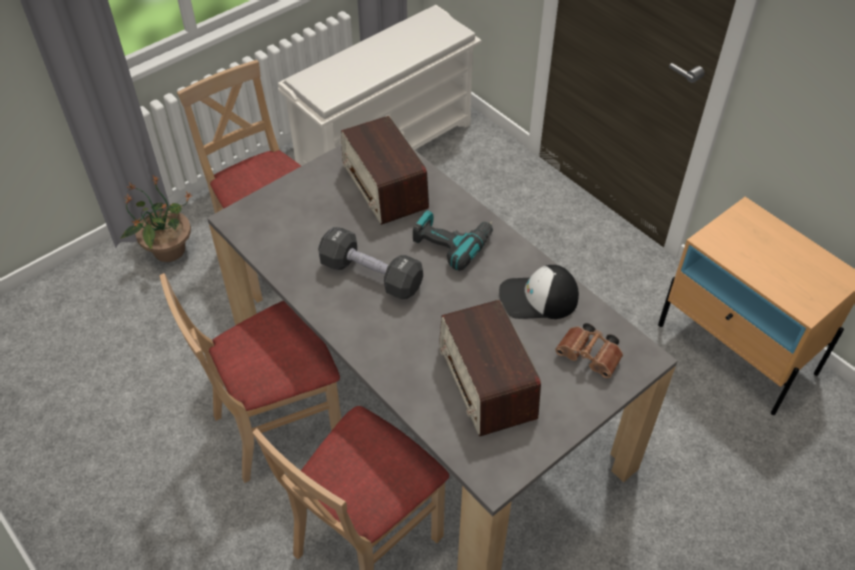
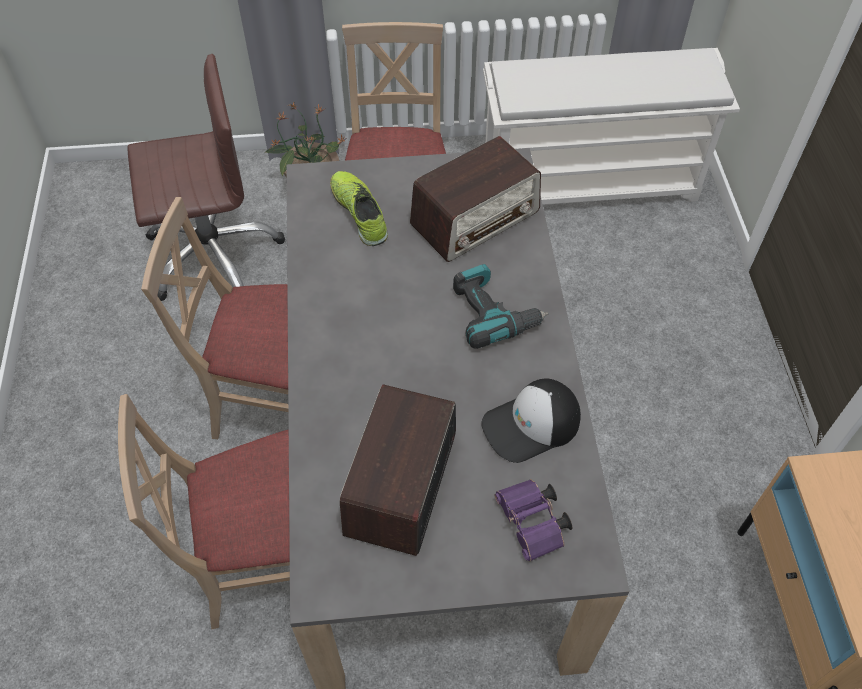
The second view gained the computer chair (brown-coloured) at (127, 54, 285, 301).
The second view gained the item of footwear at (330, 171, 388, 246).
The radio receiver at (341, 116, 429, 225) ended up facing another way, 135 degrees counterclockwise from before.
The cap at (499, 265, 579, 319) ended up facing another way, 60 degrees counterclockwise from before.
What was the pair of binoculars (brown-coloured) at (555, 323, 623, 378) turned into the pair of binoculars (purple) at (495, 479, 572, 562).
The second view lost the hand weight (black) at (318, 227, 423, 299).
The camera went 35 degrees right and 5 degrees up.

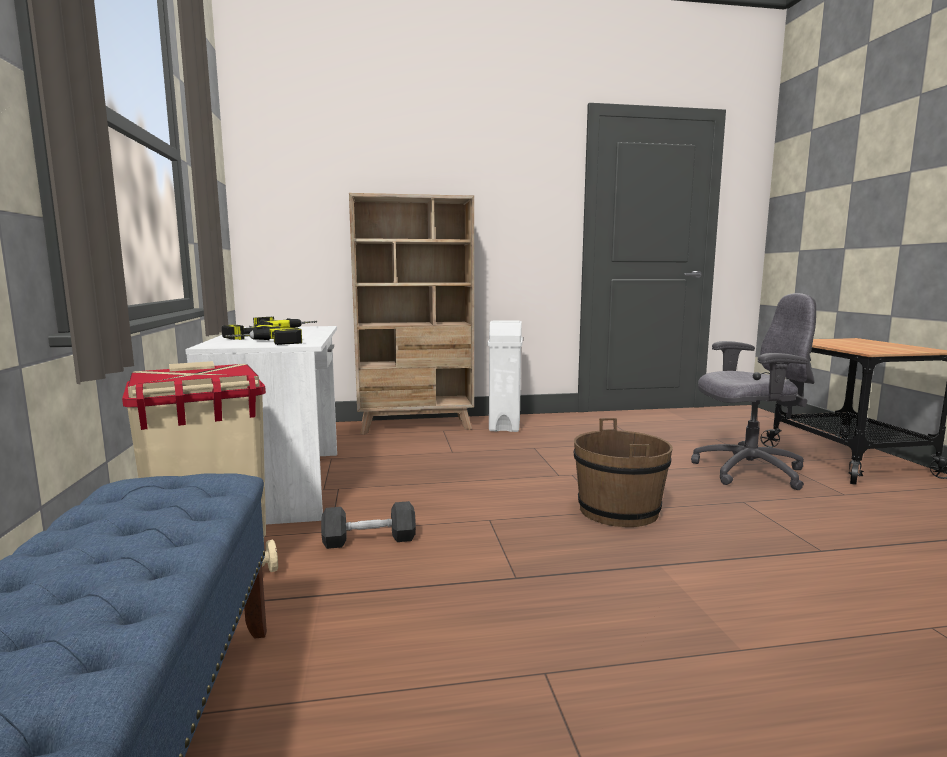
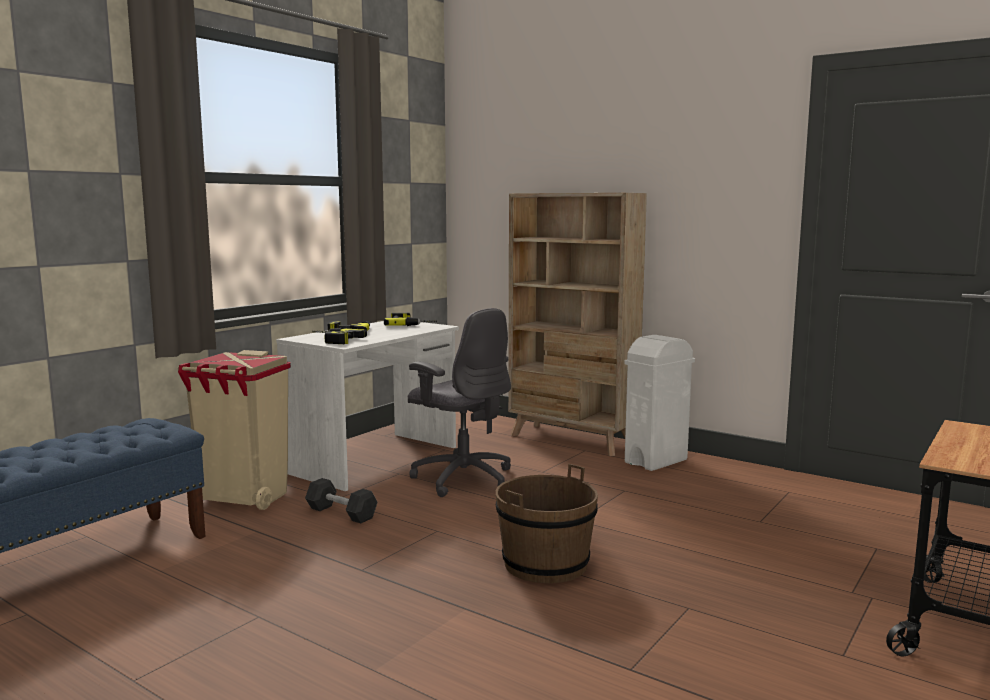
The computer chair (grey) ended up elsewhere, having gone from (691, 293, 816, 490) to (408, 308, 511, 497).
The camera went 45 degrees right and 0 degrees up.

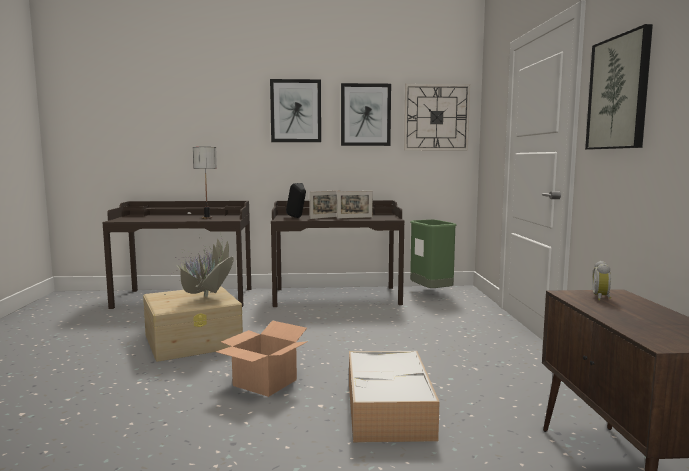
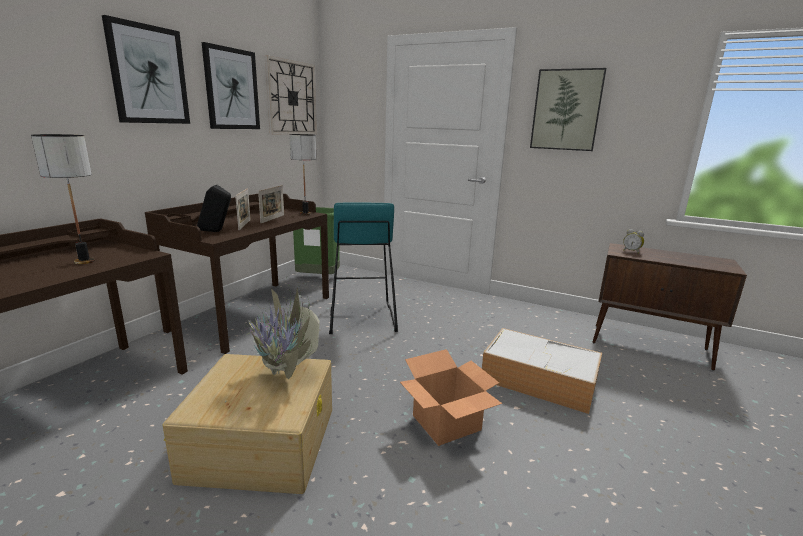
The second view gained the table lamp at (289, 134, 316, 215).
The second view gained the sitting stool (turquoise) at (329, 202, 398, 334).
The camera went 60 degrees left and 10 degrees up.

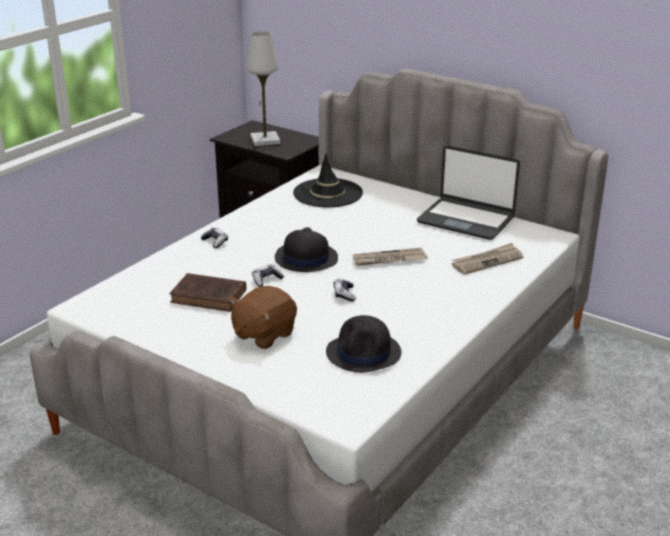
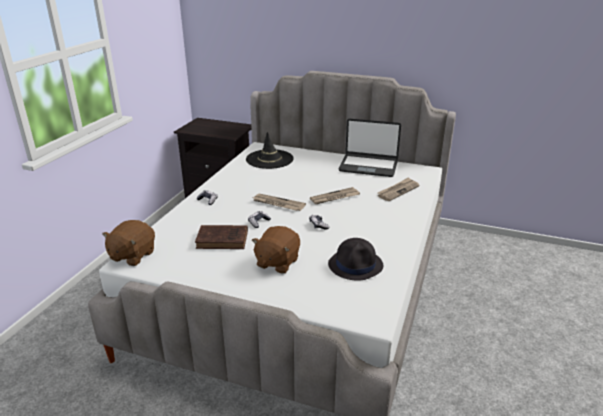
The second view gained the plush toy (brown-coloured) at (102, 220, 155, 266).
Where the hat (black) stood at (275, 227, 338, 272), the printed paper came to stand at (253, 194, 306, 211).
The second view lost the table lamp (whitish) at (247, 31, 280, 146).
The camera went 15 degrees left and 0 degrees up.

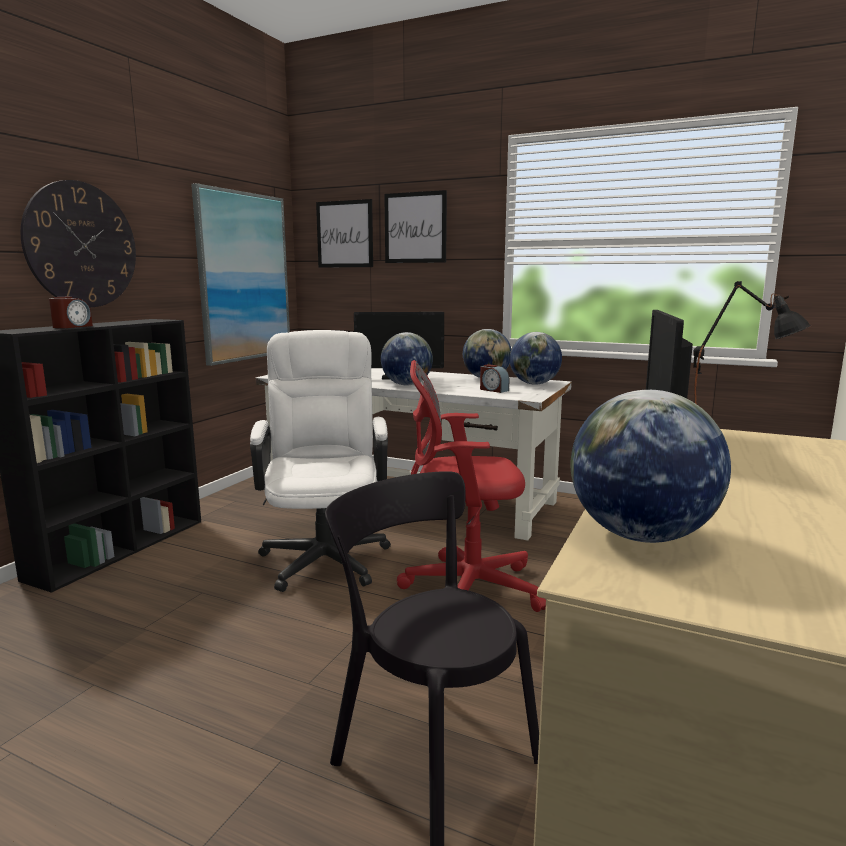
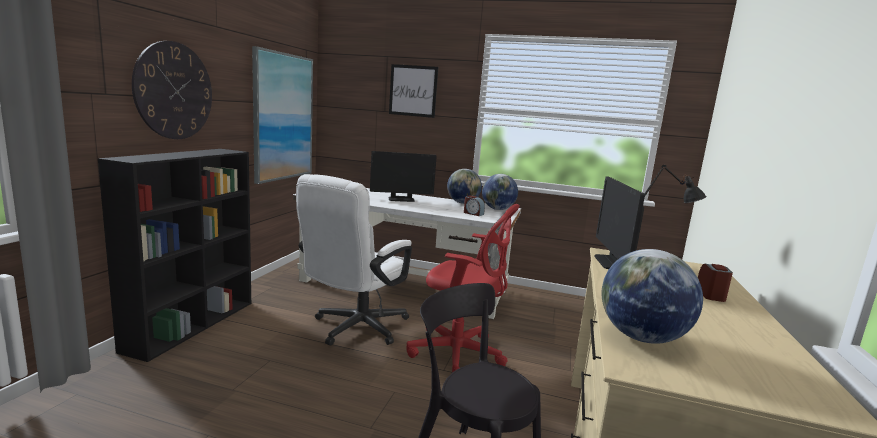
The computer chair (whitish) at (250, 330, 391, 592) ended up facing another way, 135 degrees counterclockwise from before.
The computer chair (red) at (397, 360, 546, 612) ended up facing another way, 150 degrees counterclockwise from before.
The alarm clock ended up elsewhere, having gone from (49, 297, 93, 328) to (698, 264, 733, 302).
The second view lost the wall picture at (316, 199, 373, 267).
The second view lost the desk globe at (381, 332, 433, 385).
The camera went 10 degrees left and 0 degrees up.

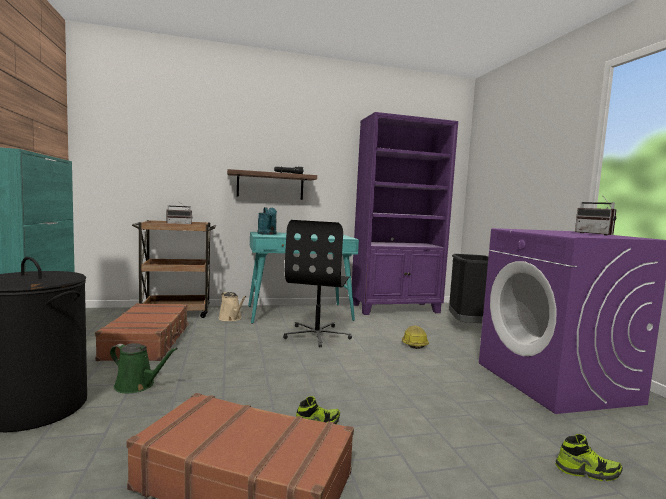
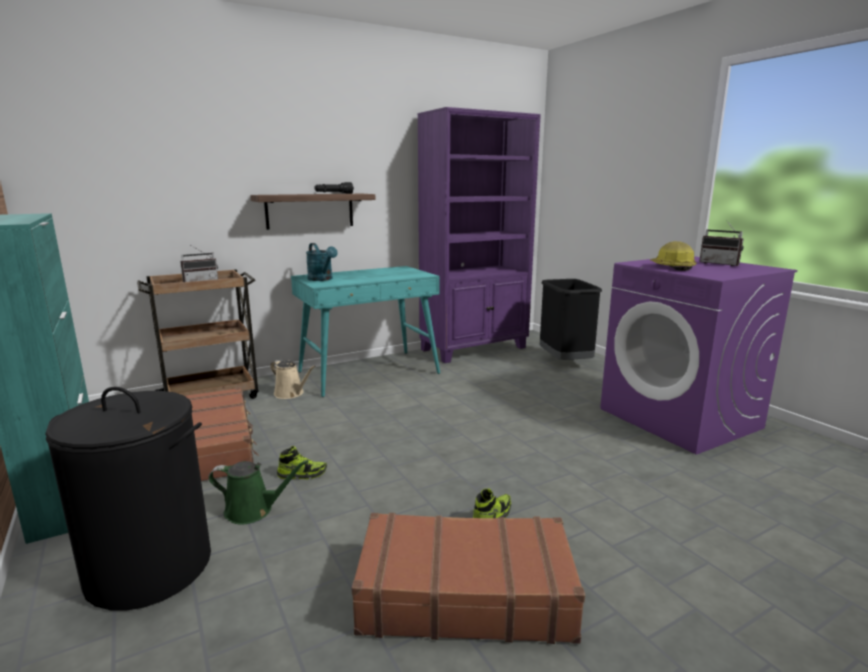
The item of footwear ended up elsewhere, having gone from (556, 434, 623, 481) to (277, 446, 327, 479).
The hard hat ended up elsewhere, having gone from (402, 326, 429, 349) to (650, 241, 696, 271).
The second view lost the computer chair (black) at (283, 220, 352, 348).
The camera went 15 degrees left and 10 degrees up.

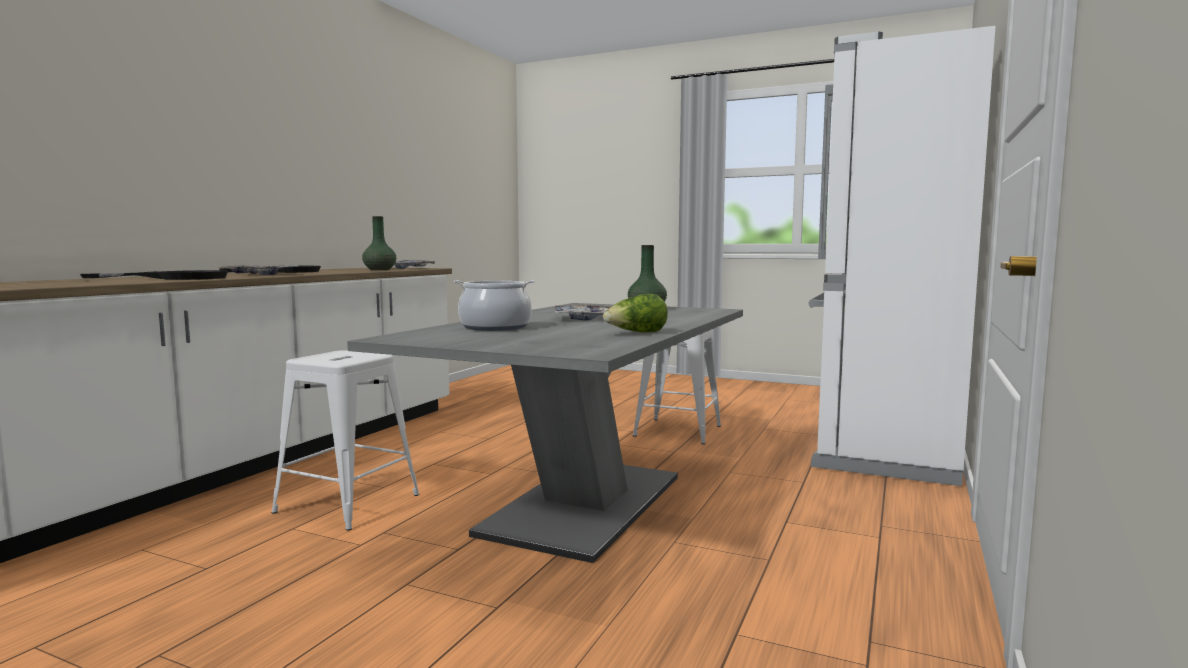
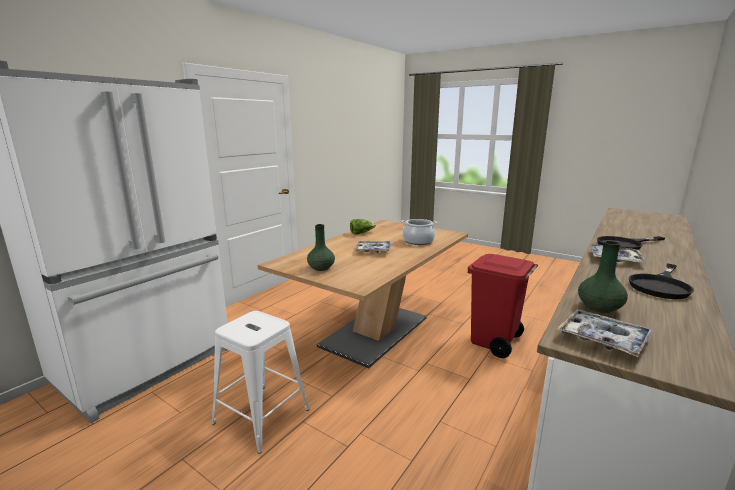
What was the dinner table (grey) at (347, 303, 743, 563) turned into the dinner table (brown-coloured) at (257, 220, 468, 368).
Where the sitting stool (whitish) stood at (271, 350, 419, 531), the trash can (red) came to stand at (468, 254, 538, 358).
The camera went 170 degrees left and 10 degrees up.

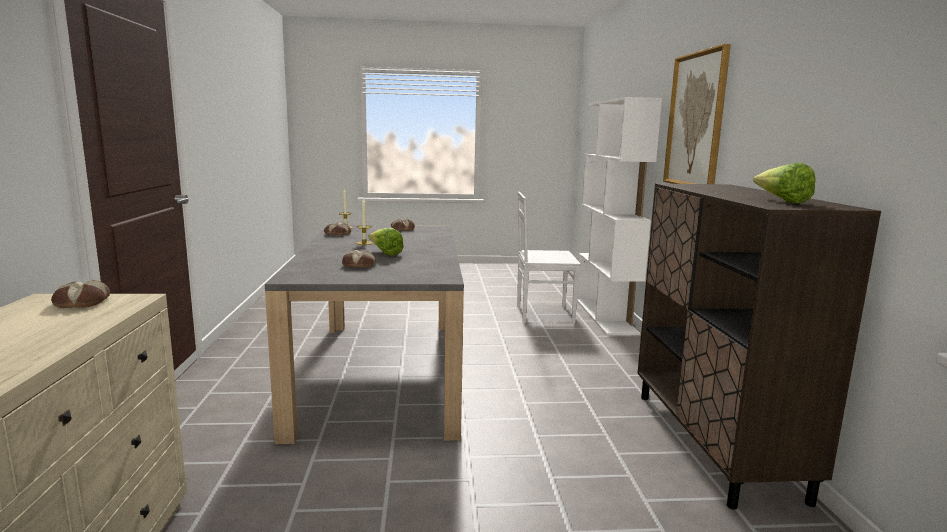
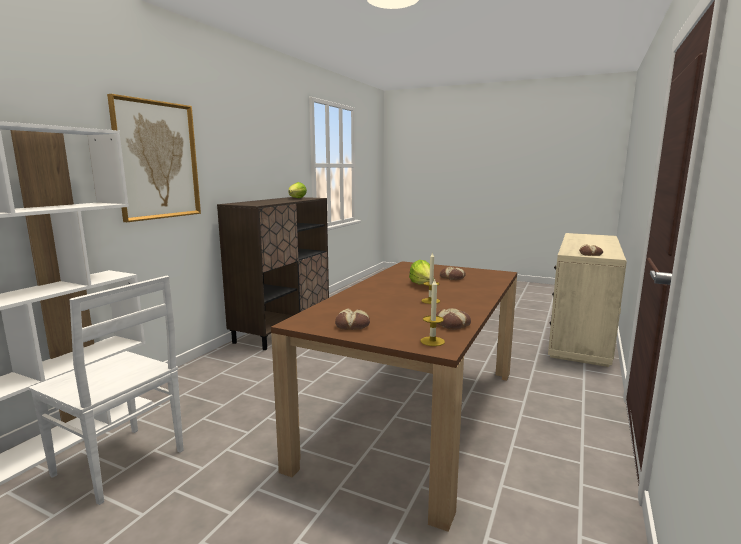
What was the dinner table (grey) at (265, 225, 464, 444) turned into the dinner table (brown-coloured) at (271, 261, 517, 532).
The camera went 150 degrees left and 0 degrees up.

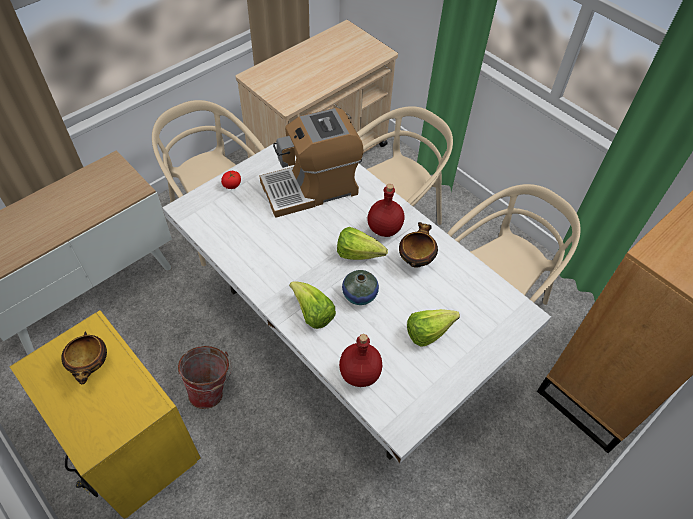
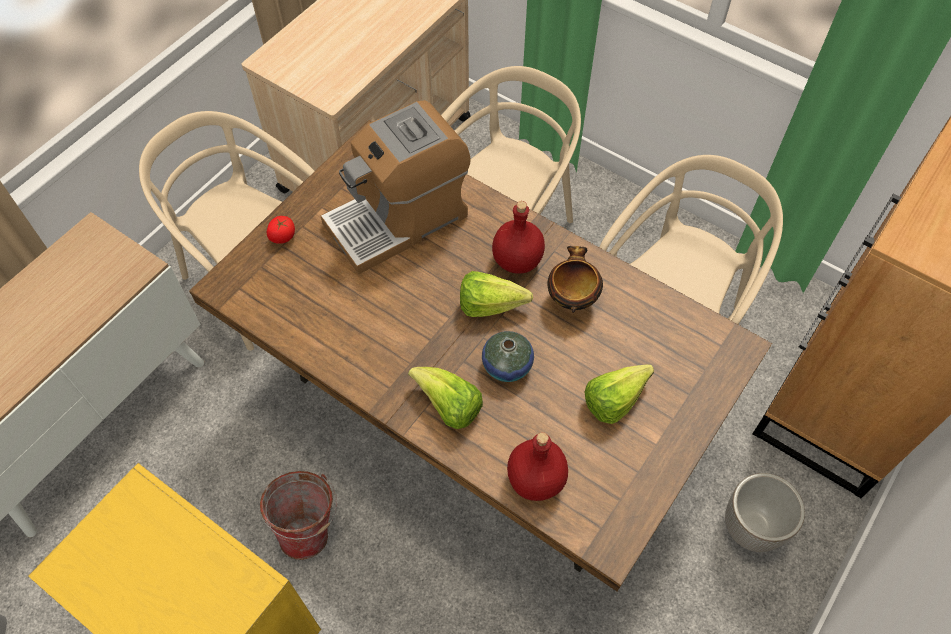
What was the dinner table (whitish) at (162, 142, 551, 464) turned into the dinner table (brown-coloured) at (189, 120, 772, 591).
The second view gained the plant pot at (725, 473, 805, 552).
The second view lost the serving bowl at (61, 331, 107, 384).
The camera went 10 degrees left and 5 degrees up.

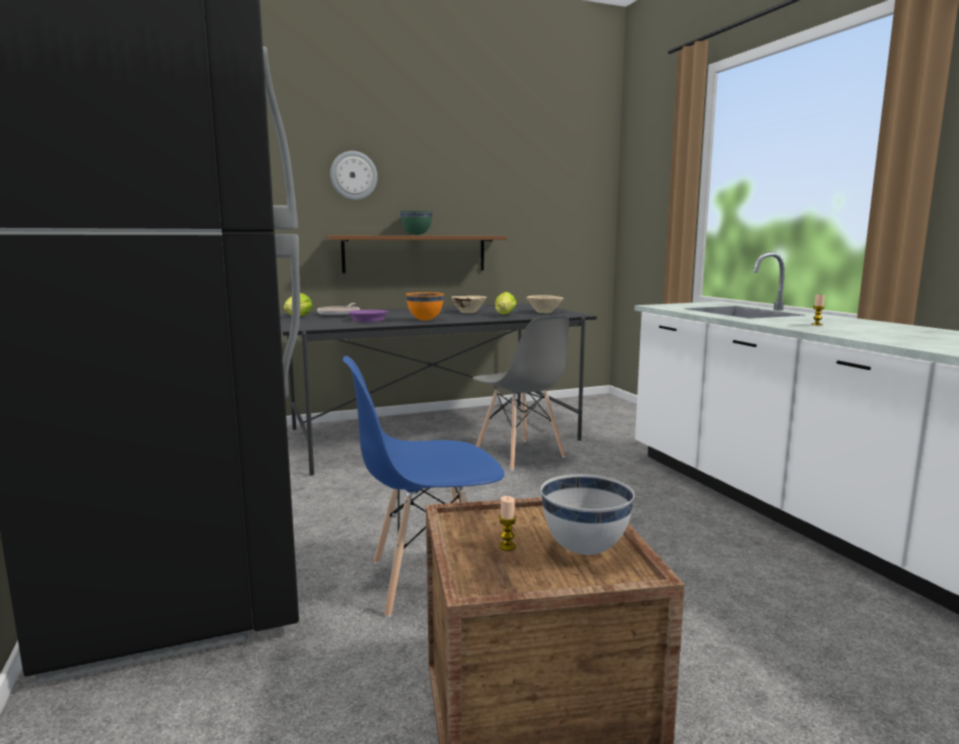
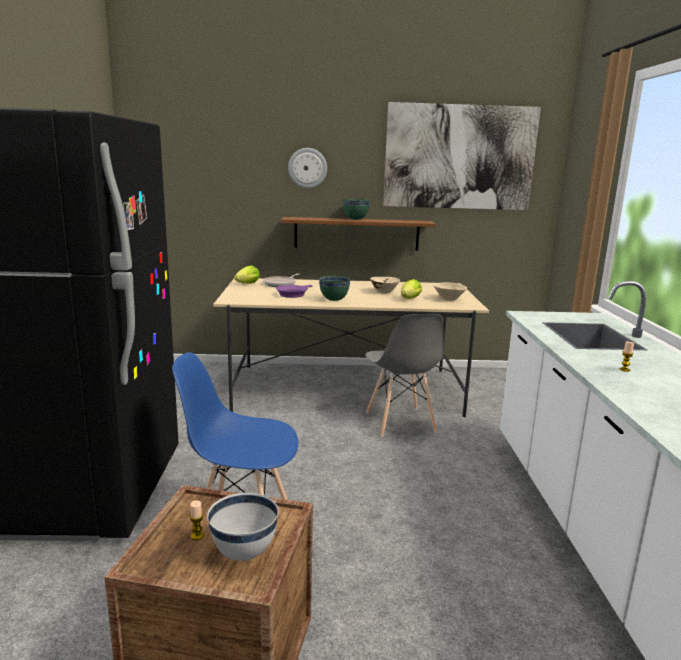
What was the dinner table (black) at (280, 303, 597, 475) turned into the dinner table (sand-coloured) at (213, 278, 489, 417).
What was the serving bowl (orange-coloured) at (406, 292, 444, 321) turned into the serving bowl (green-coloured) at (319, 276, 351, 301).
The second view gained the wall picture at (383, 102, 541, 210).
The camera went 20 degrees right and 5 degrees up.

